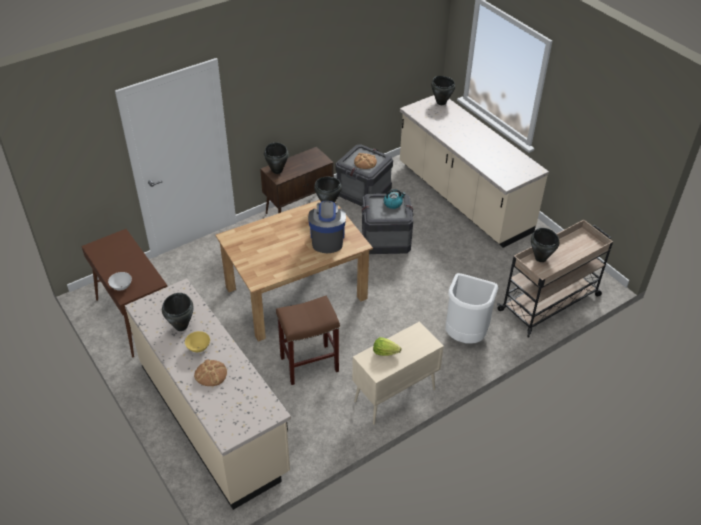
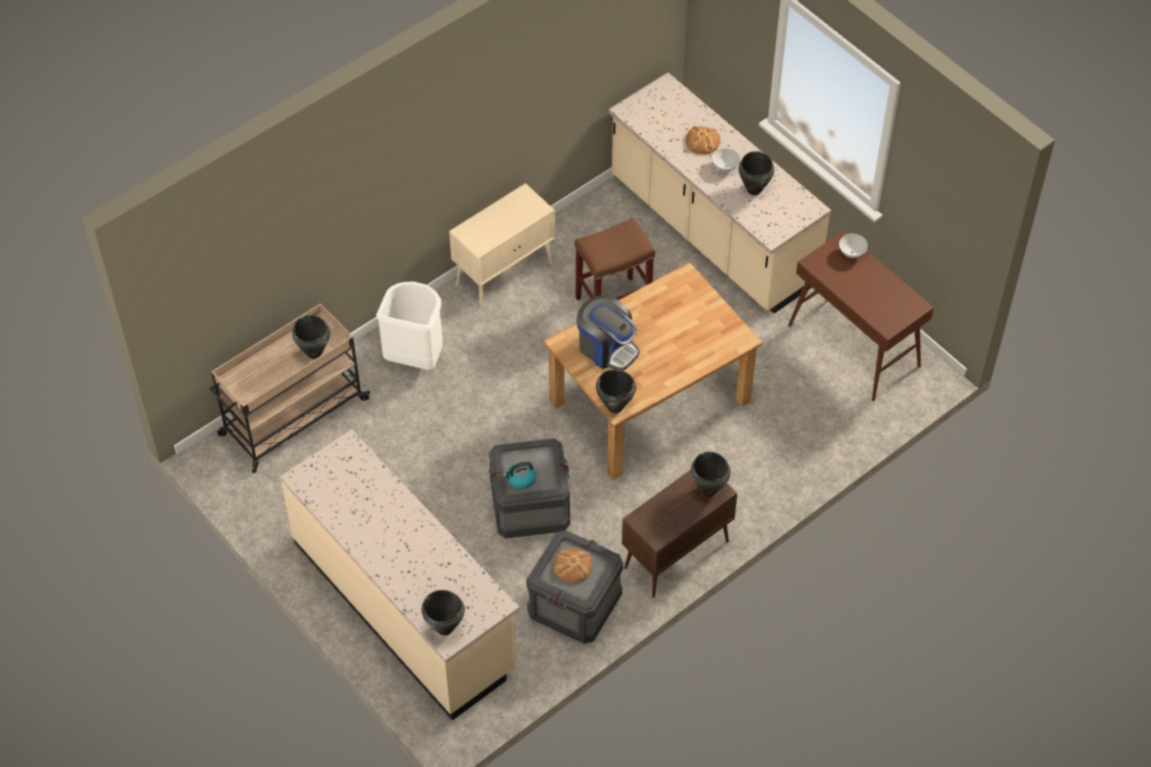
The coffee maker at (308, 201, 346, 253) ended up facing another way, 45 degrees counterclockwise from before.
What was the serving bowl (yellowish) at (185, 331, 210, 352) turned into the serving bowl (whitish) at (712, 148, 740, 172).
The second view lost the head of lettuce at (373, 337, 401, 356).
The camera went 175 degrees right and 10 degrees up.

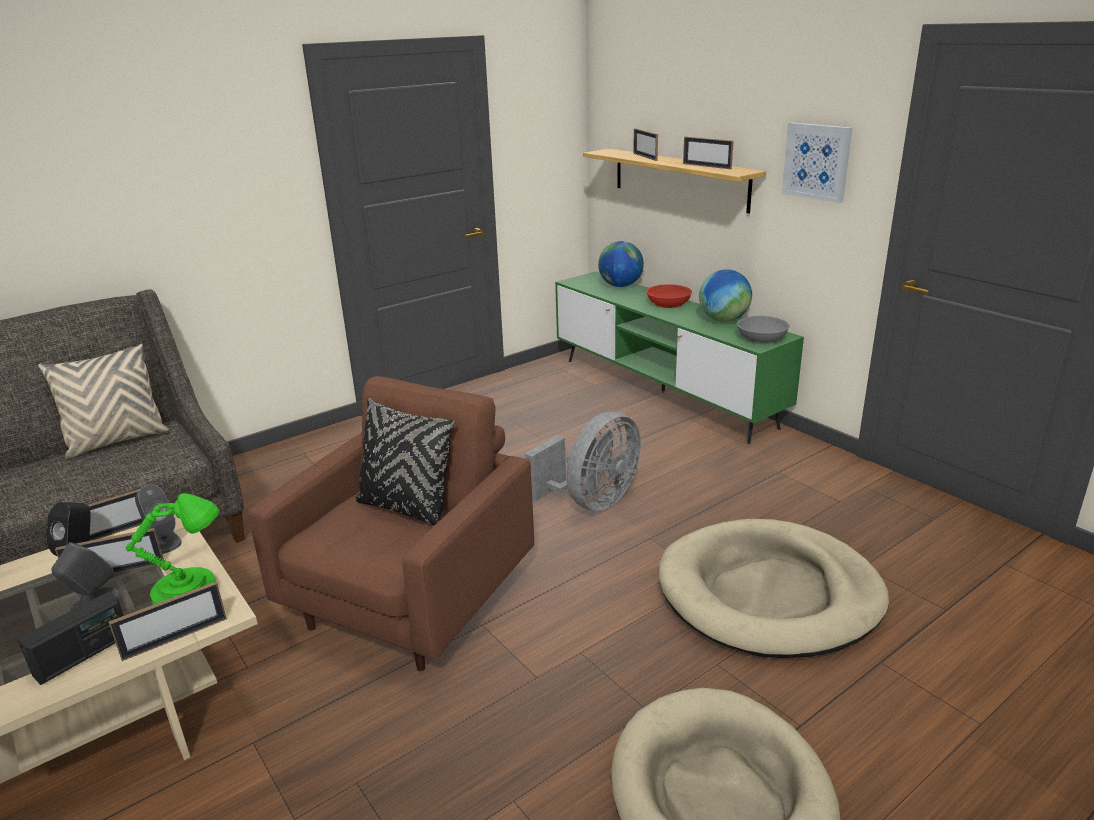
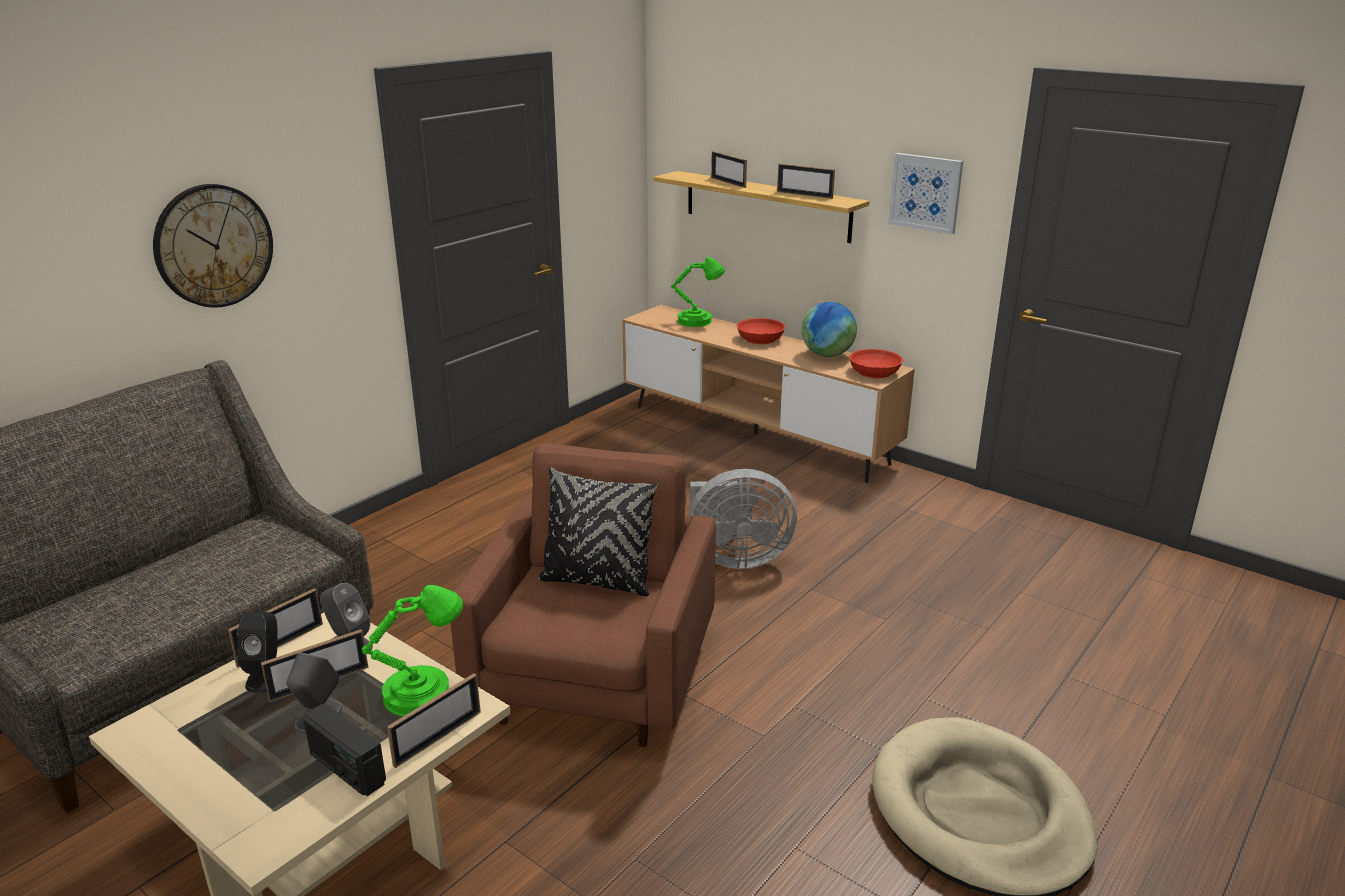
The second view gained the wall clock at (153, 184, 273, 308).
The radio receiver at (17, 592, 124, 685) ended up facing another way, 105 degrees clockwise from before.
What was the tv unit (green-coloured) at (555, 271, 804, 444) turned into the tv unit (brown-coloured) at (622, 305, 915, 483).
Where the desk globe stood at (598, 241, 644, 287), the table lamp (green-coloured) came to stand at (671, 257, 725, 327).
The fan (grey) at (525, 411, 641, 511) ended up facing another way, 60 degrees clockwise from before.
What was the serving bowl (grey) at (737, 316, 790, 344) turned into the serving bowl (red) at (849, 349, 903, 378).
The second view lost the throw pillow (sand-coloured) at (38, 344, 169, 459).
The second view lost the dog bed (sand-coloured) at (659, 519, 889, 658).
The camera went 15 degrees left and 0 degrees up.

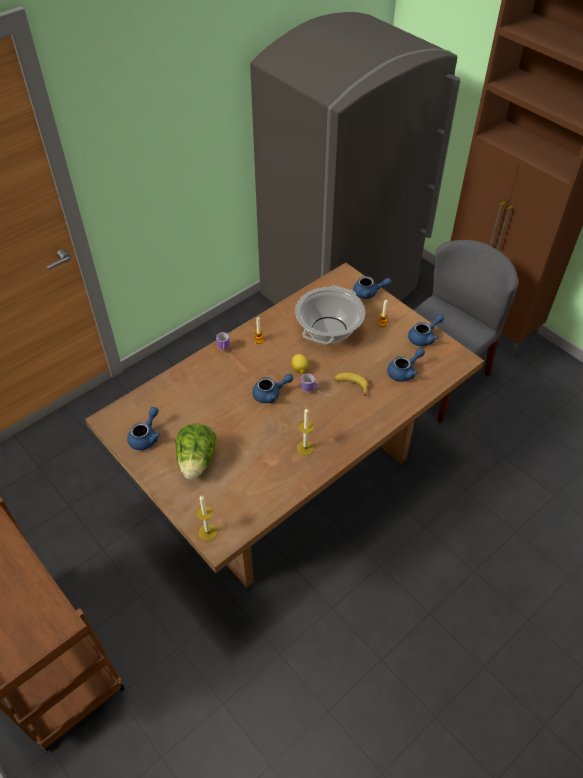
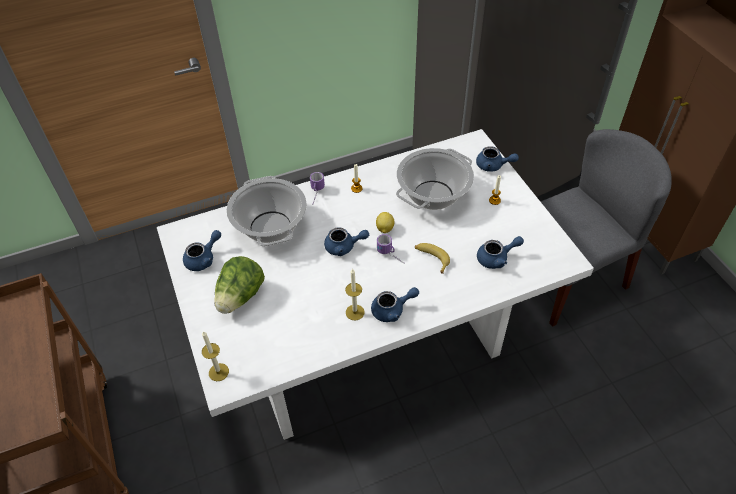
What was the dinner table (brown-coloured) at (85, 263, 484, 587) turned into the dinner table (whitish) at (157, 129, 594, 440).
The second view gained the saucepot at (226, 176, 307, 247).
The teapot (bluish) ended up elsewhere, having gone from (408, 314, 444, 346) to (371, 287, 419, 322).
The camera went 20 degrees right and 0 degrees up.

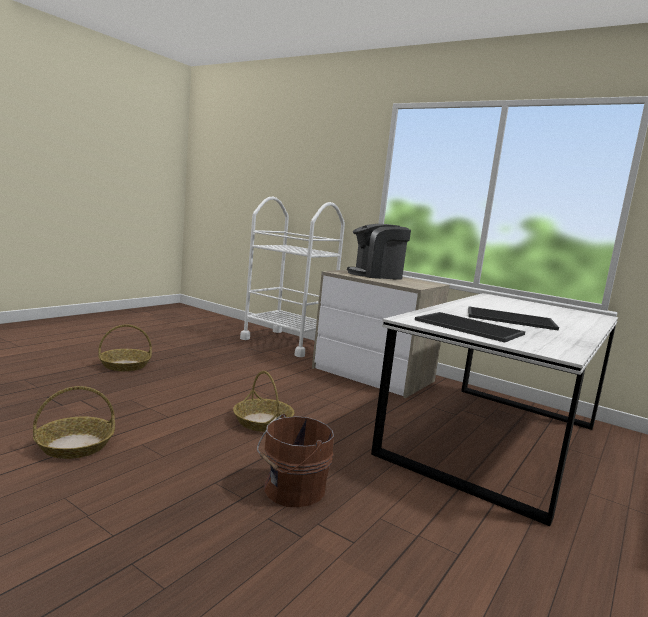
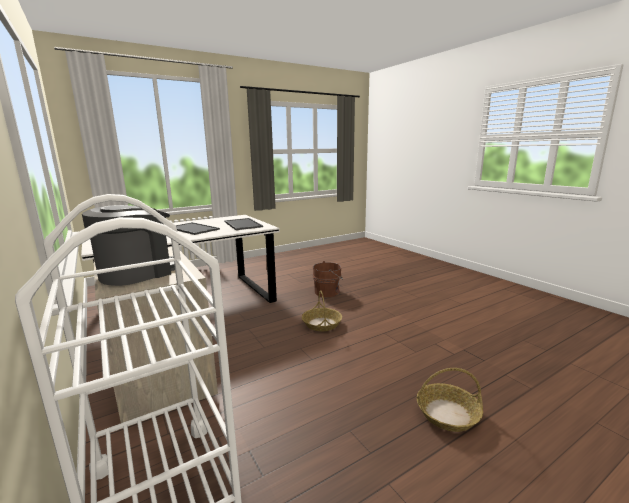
The coffee maker at (347, 224, 411, 280) ended up facing another way, 60 degrees counterclockwise from before.
The second view lost the basket at (33, 386, 115, 459).
The camera went 155 degrees left and 5 degrees up.

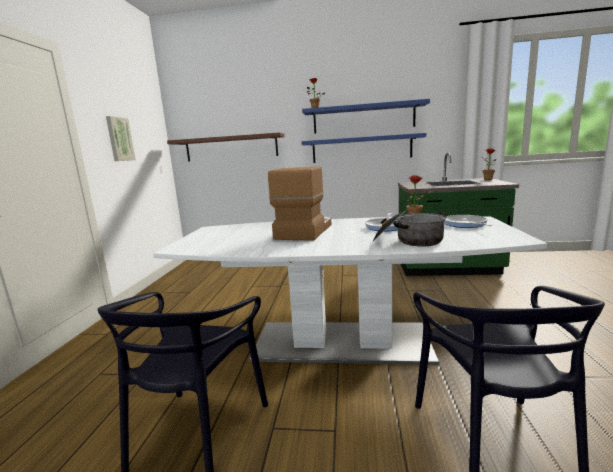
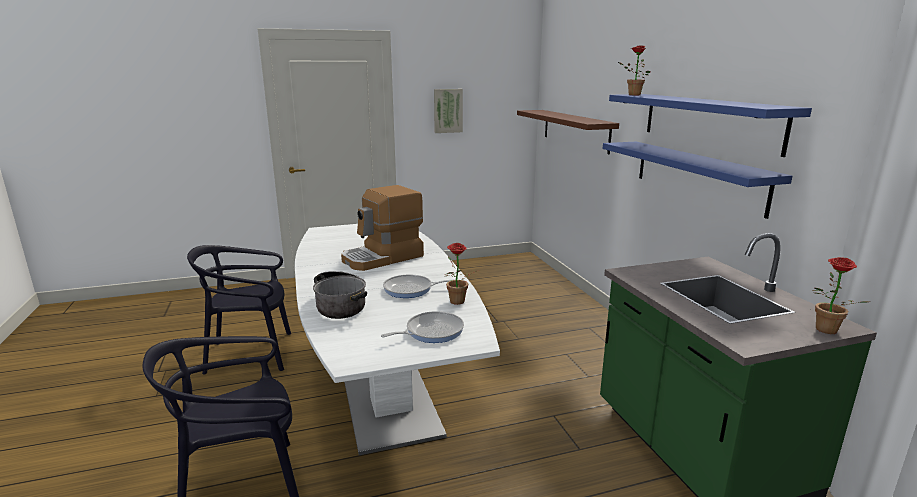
The coffee maker at (268, 166, 331, 241) ended up facing another way, 150 degrees clockwise from before.
The camera went 65 degrees right and 5 degrees up.

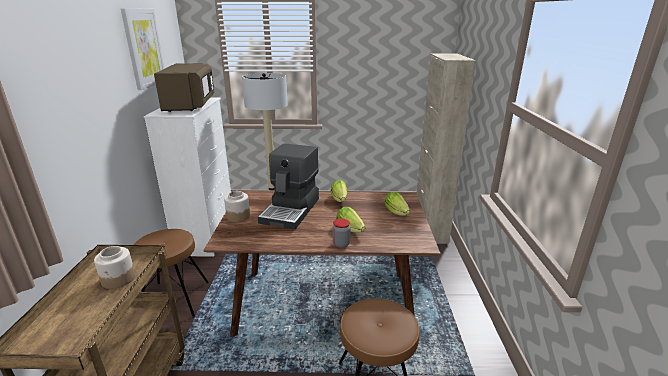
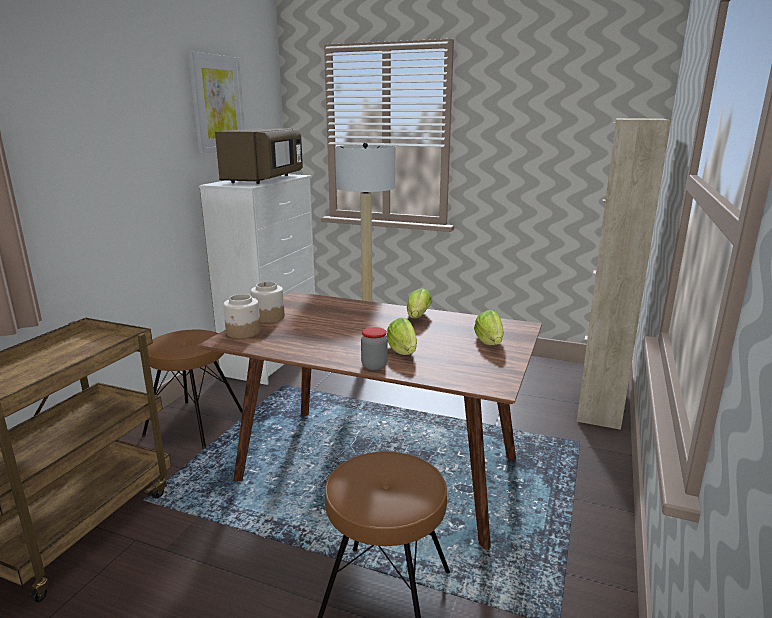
The preserve jar ended up elsewhere, having gone from (94, 246, 135, 289) to (223, 294, 261, 338).
The second view lost the coffee maker at (258, 143, 319, 230).
The camera went 20 degrees right and 5 degrees down.

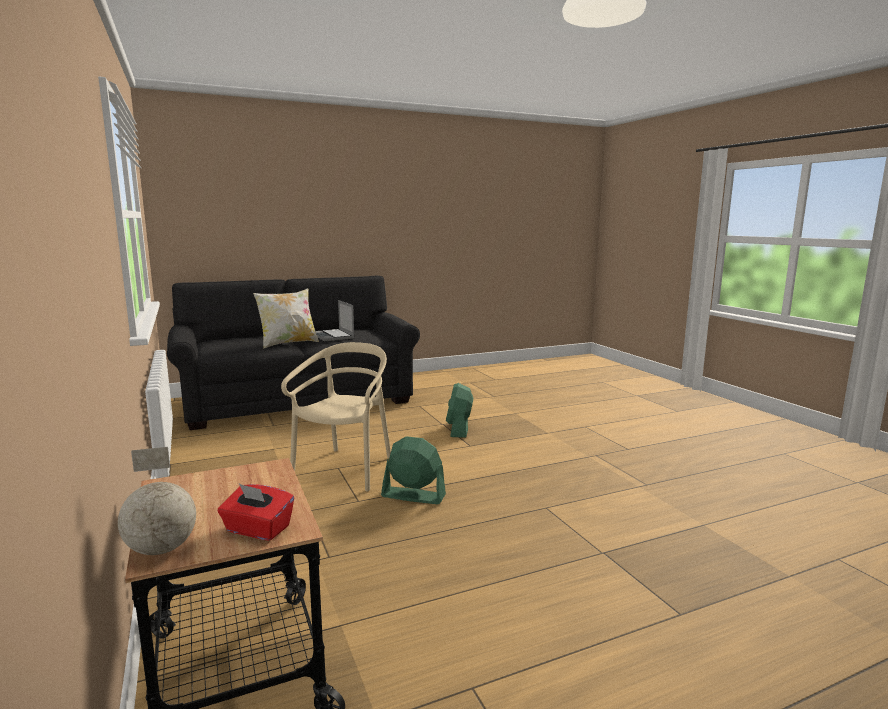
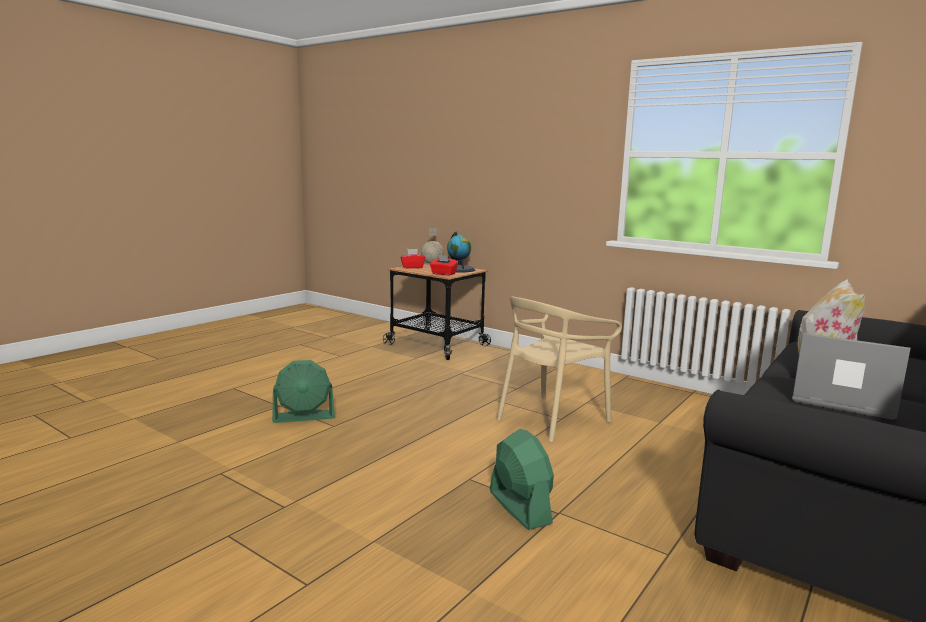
The fan (green-coloured) ended up elsewhere, having gone from (381, 437, 446, 504) to (272, 360, 335, 423).
The second view gained the tissue holder (red) at (430, 255, 458, 275).
The second view gained the desk globe at (447, 232, 475, 273).
The plain chair (sand-coloured) at (281, 342, 391, 491) ended up facing another way, 60 degrees clockwise from before.
The camera went 150 degrees right and 0 degrees up.

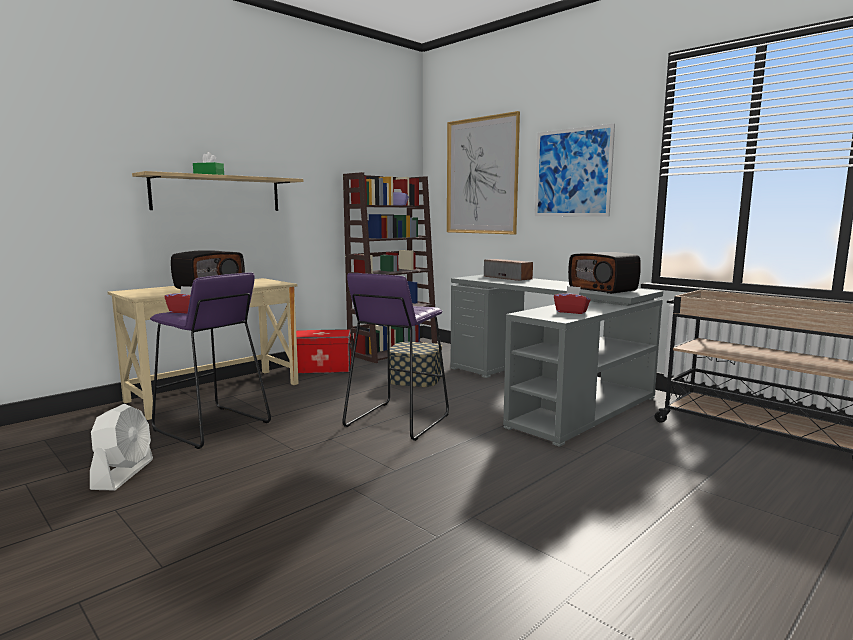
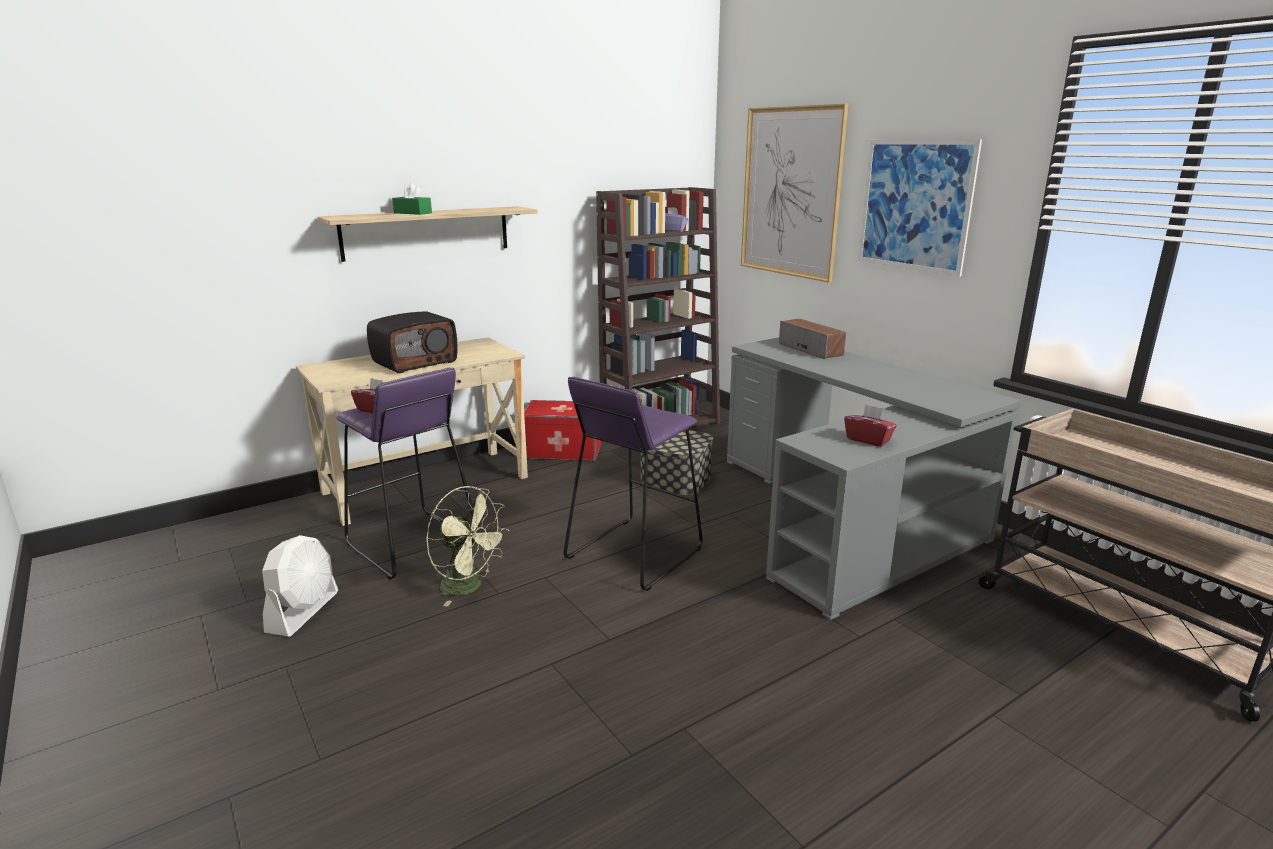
The second view gained the fan (green-coloured) at (426, 486, 509, 606).
The second view lost the radio receiver at (568, 252, 641, 294).
The camera went 10 degrees right and 10 degrees up.

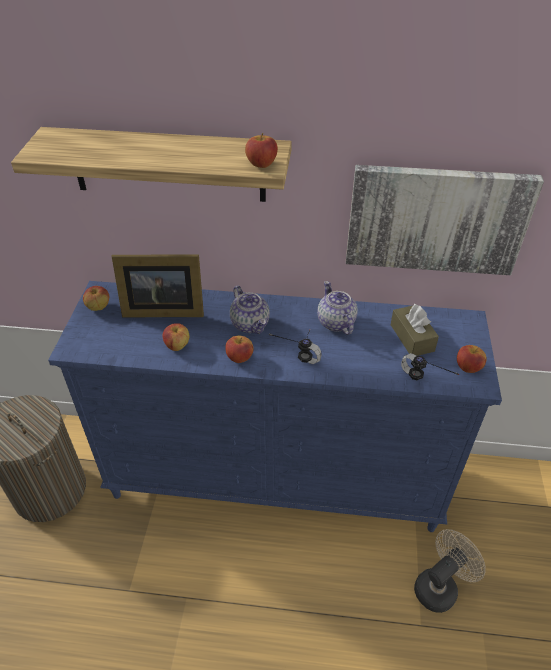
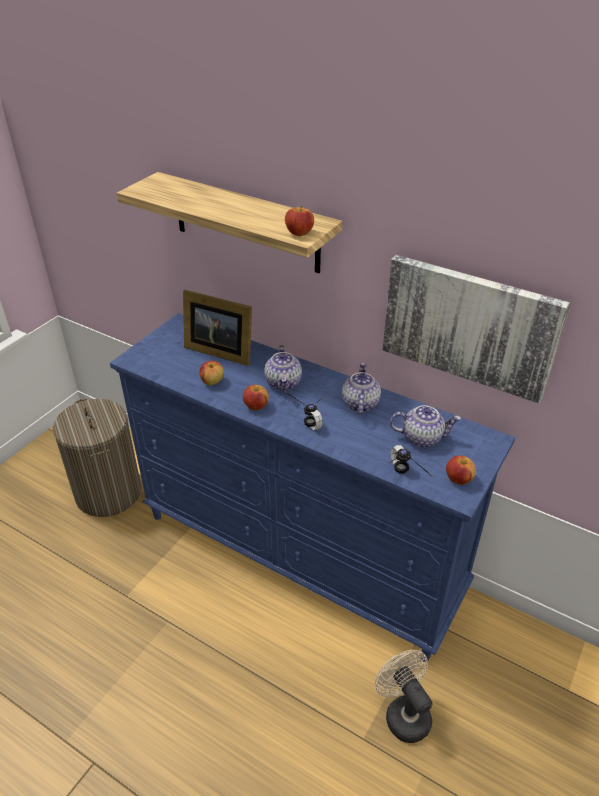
The fan (sand-coloured) at (414, 529, 486, 613) ended up facing another way, 105 degrees counterclockwise from before.
Where the tissue holder (brown-coloured) stood at (391, 304, 439, 356), the teapot came to stand at (390, 405, 461, 447).
The second view lost the apple at (83, 286, 109, 311).
The camera went 25 degrees right and 5 degrees down.

